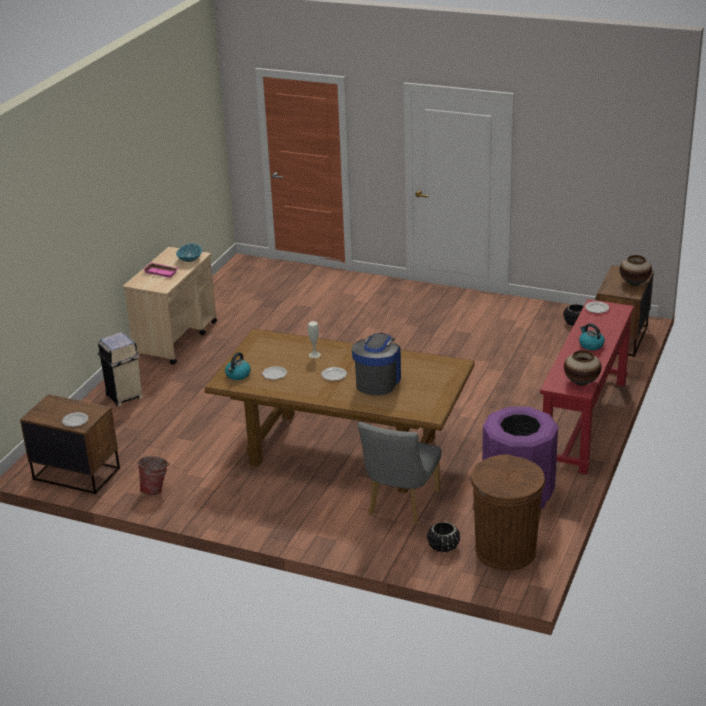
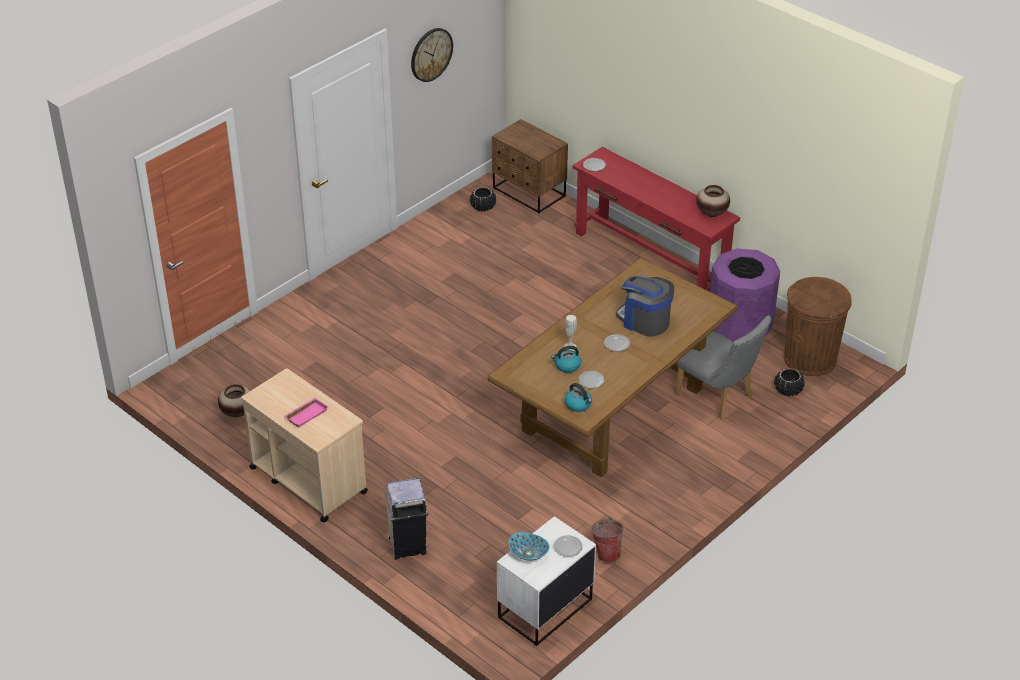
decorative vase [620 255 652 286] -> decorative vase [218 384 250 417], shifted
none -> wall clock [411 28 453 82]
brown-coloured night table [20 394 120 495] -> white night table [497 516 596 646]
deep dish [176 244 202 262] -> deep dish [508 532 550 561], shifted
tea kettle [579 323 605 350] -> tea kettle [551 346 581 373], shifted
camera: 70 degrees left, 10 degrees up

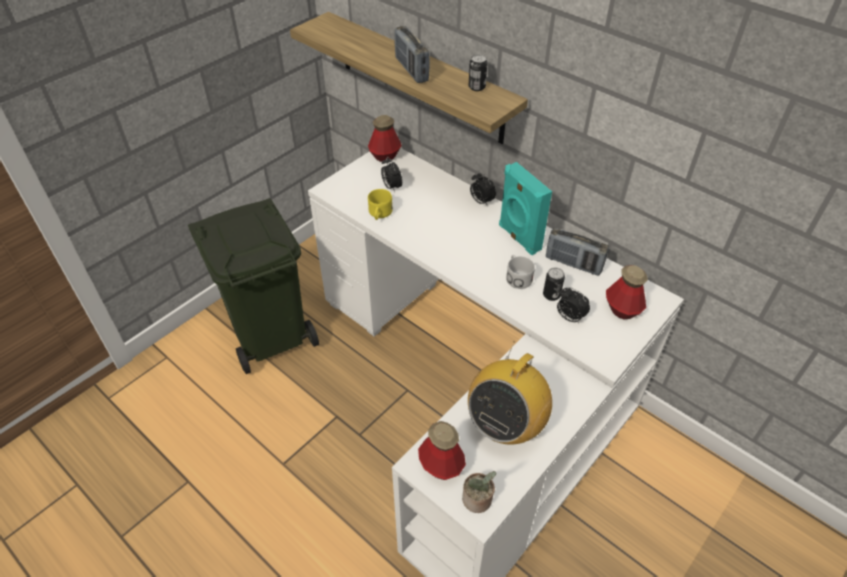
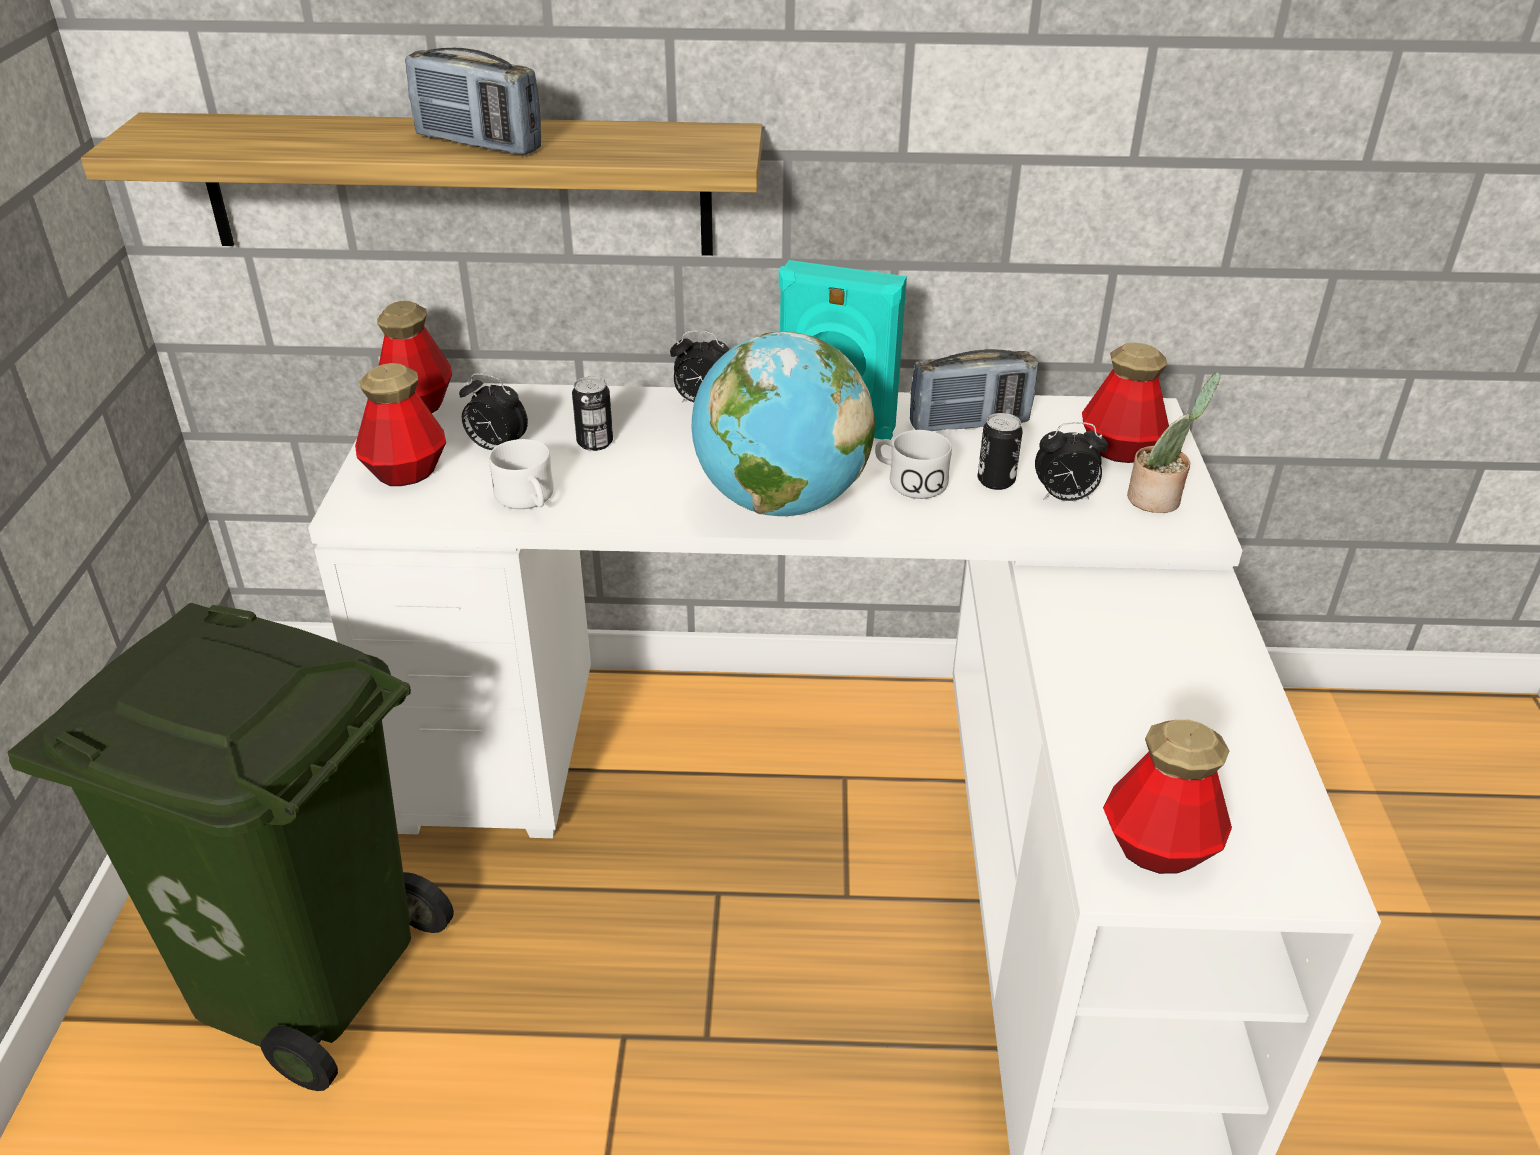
none -> bottle [355 363 446 486]
yellow-coloured mug [368 189 393 220] -> white mug [489 439 554 509]
can [469 54 488 91] -> can [572 376 613 451], shifted
none -> desk globe [692 331 875 516]
potted plant [462 471 496 513] -> potted plant [1127 372 1220 513], shifted
radio receiver [468 341 552 445] -> none
camera: 40 degrees left, 10 degrees down

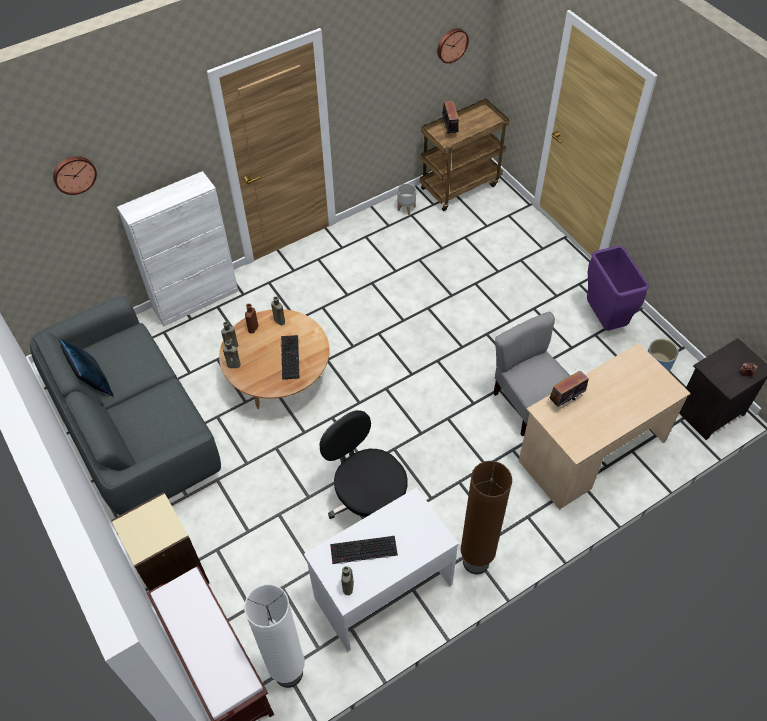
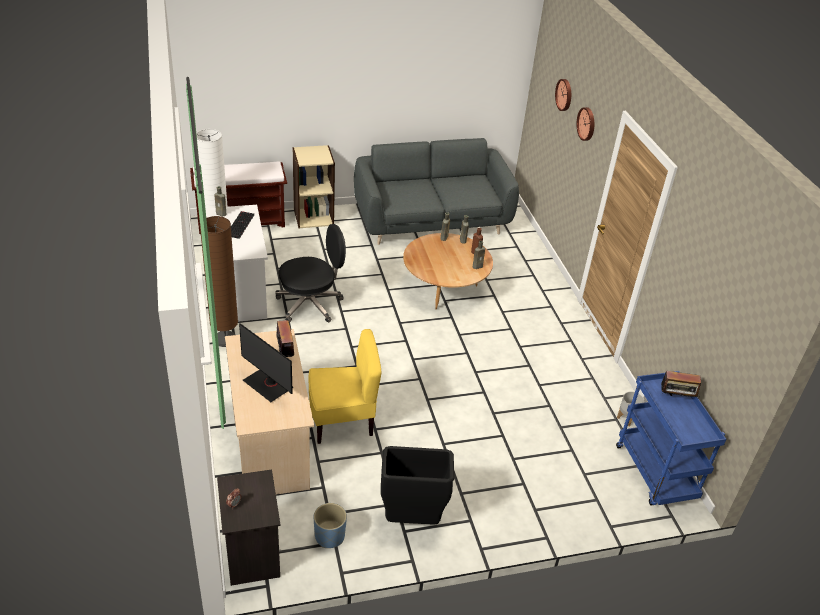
none -> computer screen [239 323 294 402]
gray upright chair [493 312 571 437] -> yellow-coloured upright chair [308 329 382 444]
purple-coloured rubbish bin [587 245 649 331] -> blackish rubbish bin [381 446 454 525]
wall clock [437 28 469 64] -> wall clock [577 107 594 141], shifted
brown-coloured wheeled cart [420 99 510 211] -> blue-coloured wheeled cart [616 371 726 506]
blue-coloured throw pillow [59 339 113 396] -> none
white cabinet [117 171 238 326] -> none
computer keyboard [281 335 300 380] -> none
camera: 105 degrees right, 15 degrees down

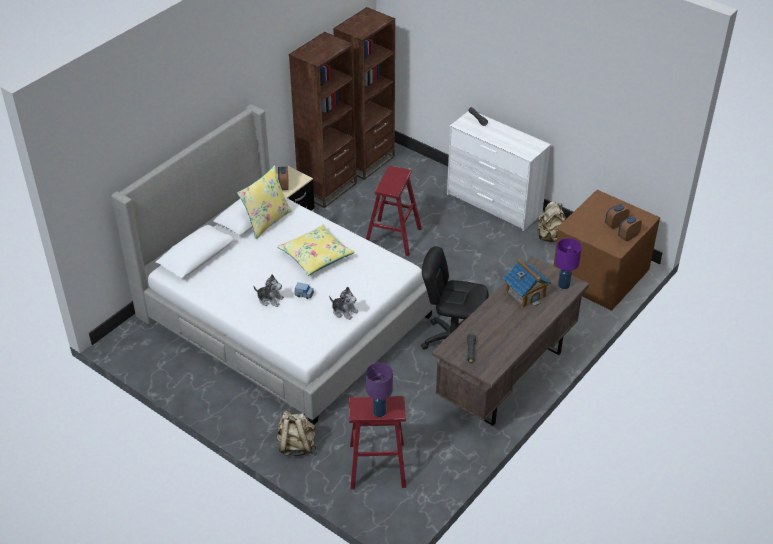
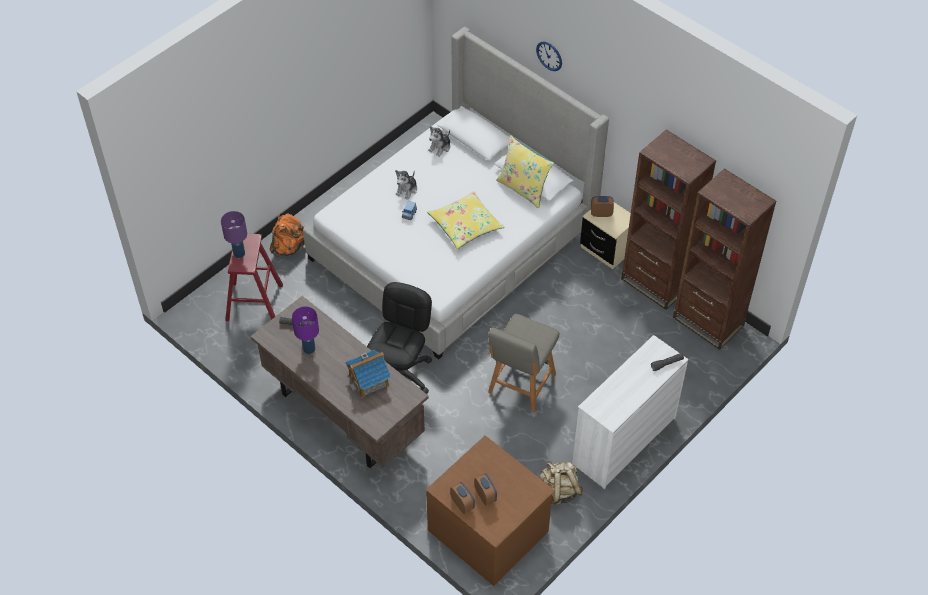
beige knapsack [277 411 316 456] -> orange-coloured knapsack [270 214 305 257]
purple-coloured lamp for a table [555 238 582 289] -> purple-coloured lamp for a table [292 307 319 354], shifted
cuddly toy [329 287 358 320] -> cuddly toy [428 126 450 157], shifted
none -> gray upright chair [488 314 559 412]
none -> wall clock [536 42 562 71]
red stool seat [366 166 422 256] -> none
camera: 95 degrees right, 10 degrees up

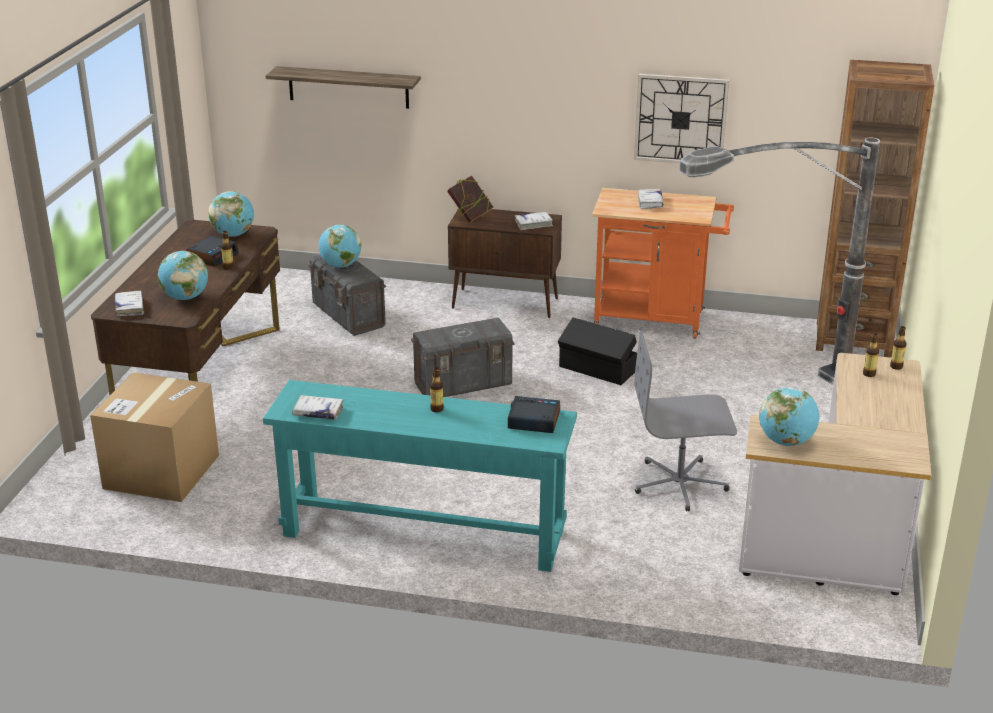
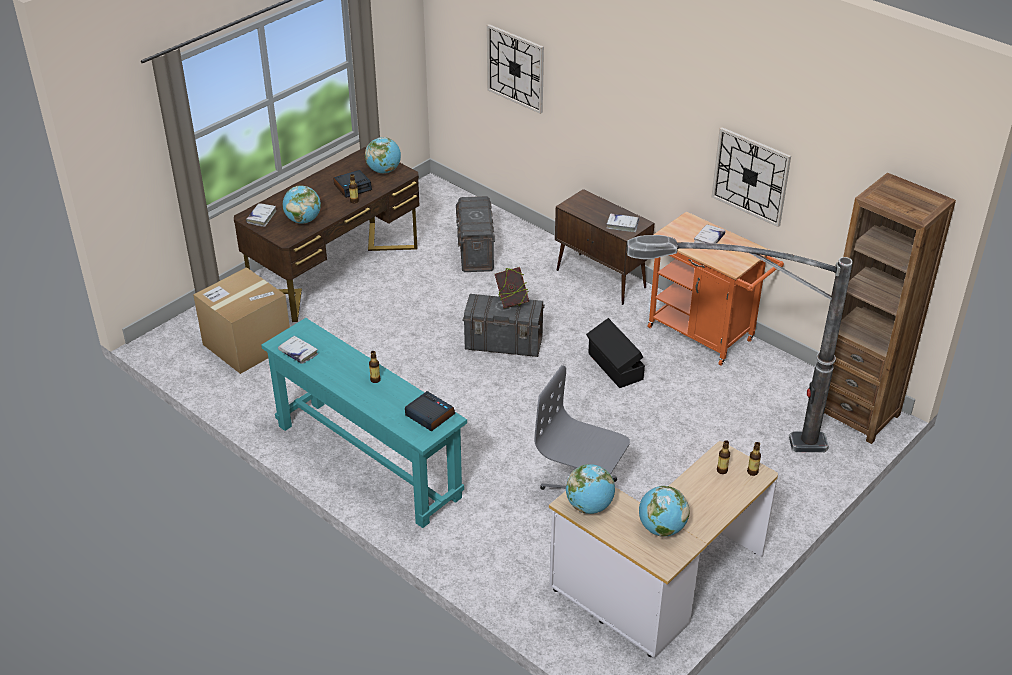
wall shelf [266 66 421 109] -> wall clock [487 24 544 114]
book [447 176 494 223] -> book [495 267 529 309], shifted
desk globe [318 225 361 267] -> desk globe [639 486 689 537], shifted
camera: 30 degrees right, 10 degrees up

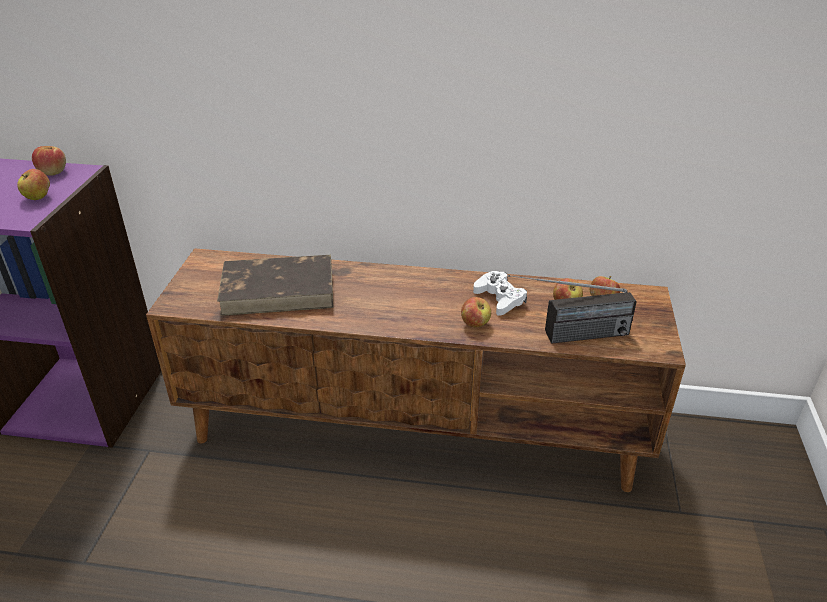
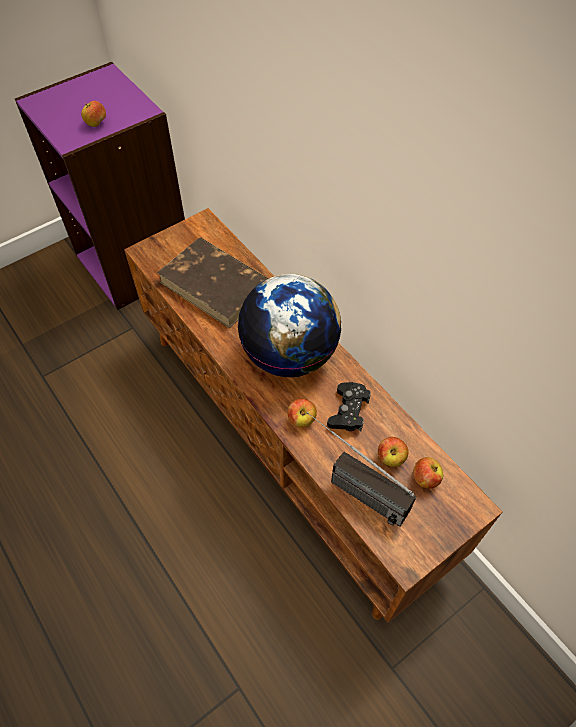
none -> desk globe [238 274 342 377]
white joypad [473 271 527 316] -> blackish joypad [327 382 371 431]
whole apple [32 146 66 176] -> none
camera: 45 degrees right, 20 degrees up

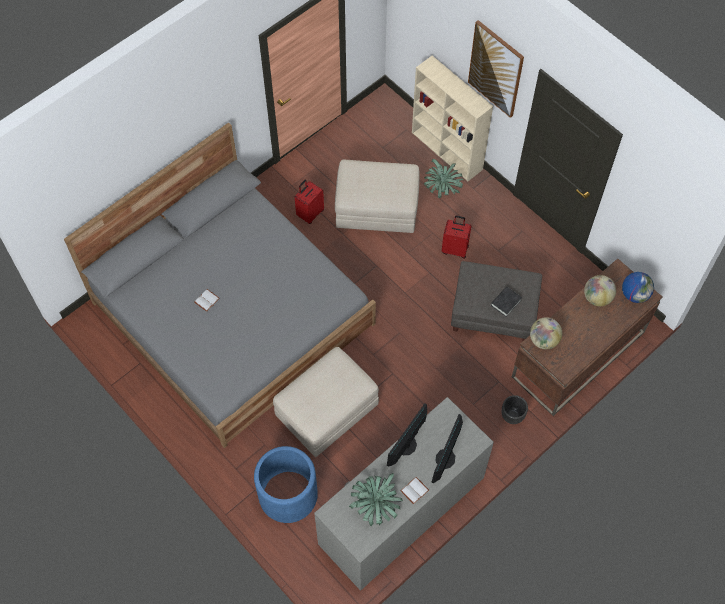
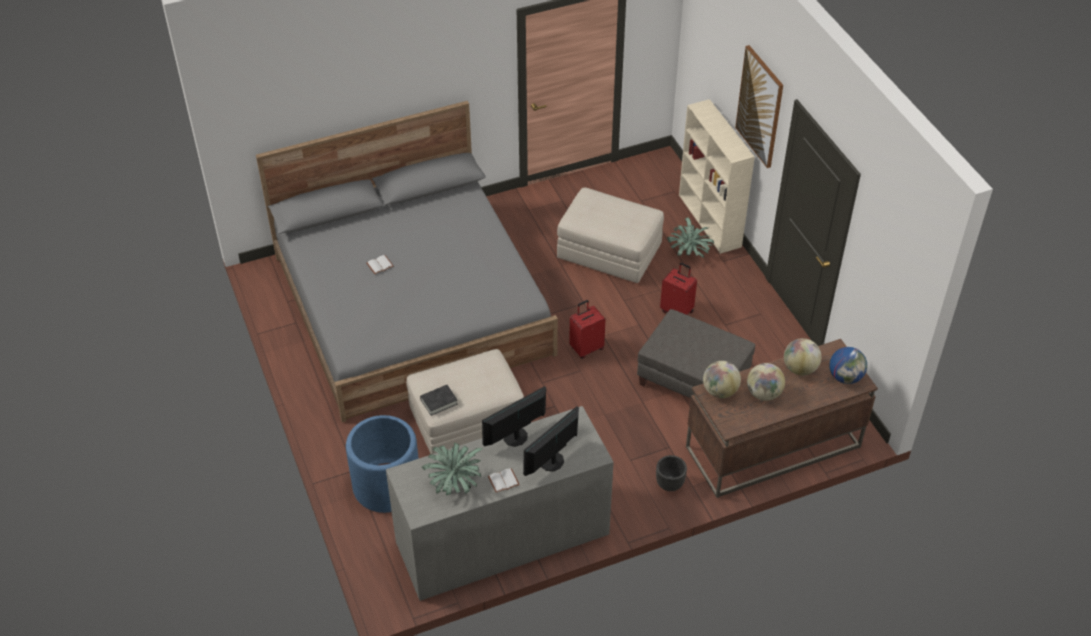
blackish book [491 287 522 317] -> blackish book [420 385 458 416], shifted
red travel case [295 180 324 224] -> red travel case [569 300 605 359], shifted
none -> desk globe [747 363 785 401]
camera: 20 degrees right, 15 degrees down

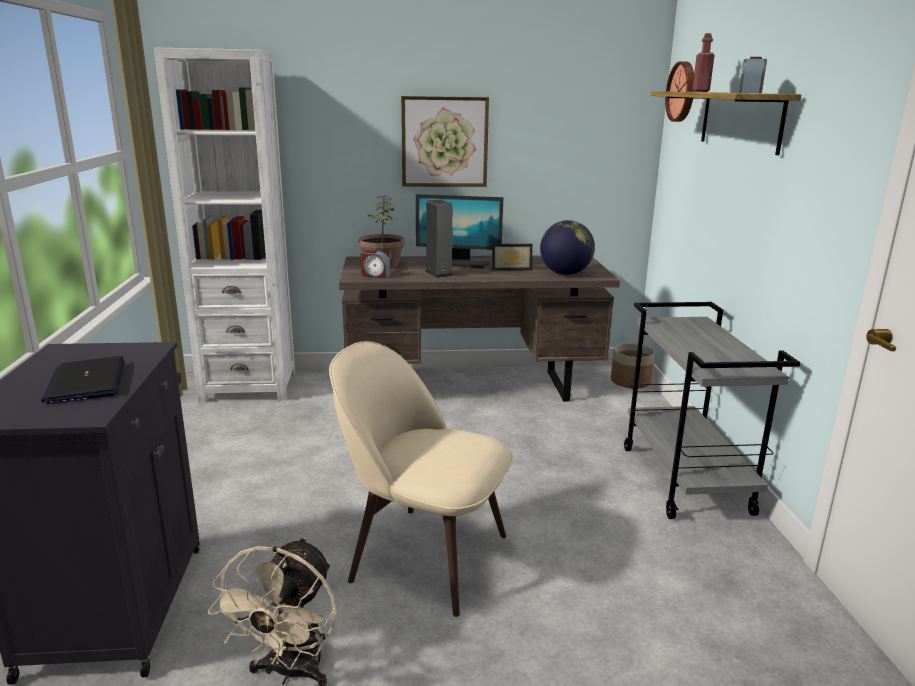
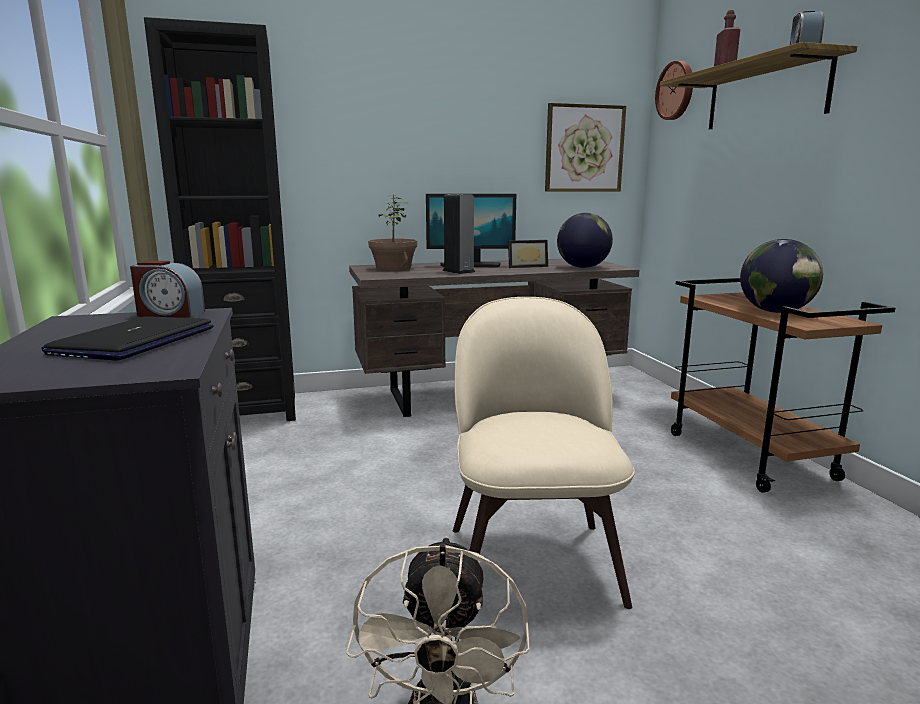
portable computer [41 356 125 404] -> portable computer [42 316 213 361], 45 degrees clockwise
alarm clock [360 250 391 278] -> alarm clock [130 261 205 318], shifted
white bookcase [154 48 295 402] -> blackish bookcase [144 17 296 421]
beige upright chair [329 341 513 617] -> beige upright chair [453 297 635 609], 75 degrees clockwise
picture [401 96 489 187] -> picture [545 103 626 192], shifted
gray wheeled cart [624 302 800 519] -> brown-coloured wheeled cart [671 278 895 493]
none -> desk globe [740 239 823 313]
planter [611 343 655 388] -> none
camera: 10 degrees left, 5 degrees down

